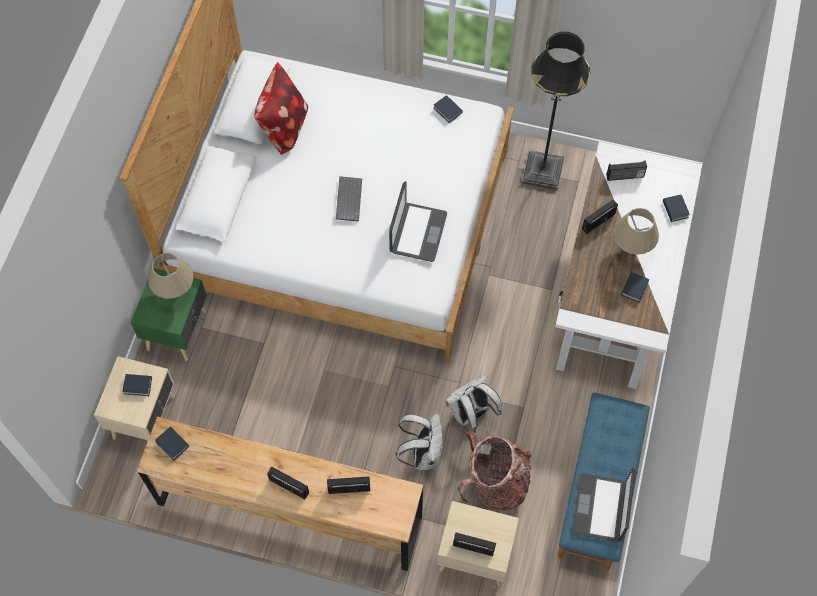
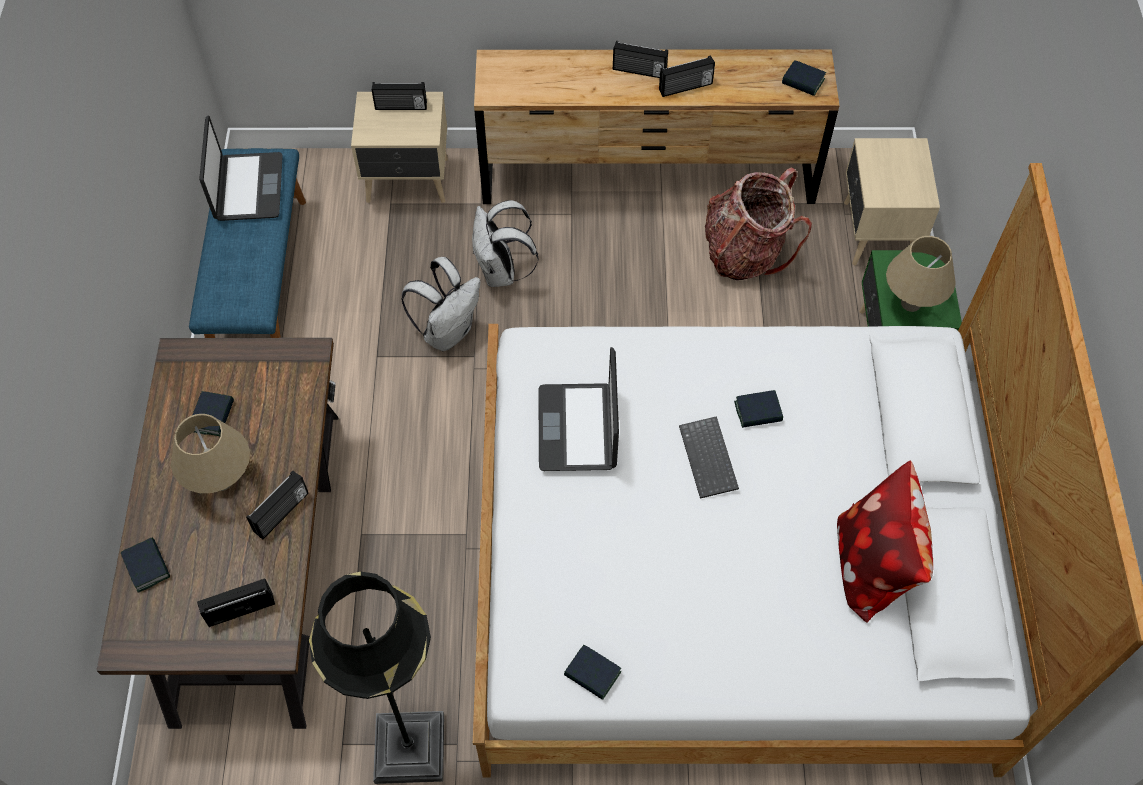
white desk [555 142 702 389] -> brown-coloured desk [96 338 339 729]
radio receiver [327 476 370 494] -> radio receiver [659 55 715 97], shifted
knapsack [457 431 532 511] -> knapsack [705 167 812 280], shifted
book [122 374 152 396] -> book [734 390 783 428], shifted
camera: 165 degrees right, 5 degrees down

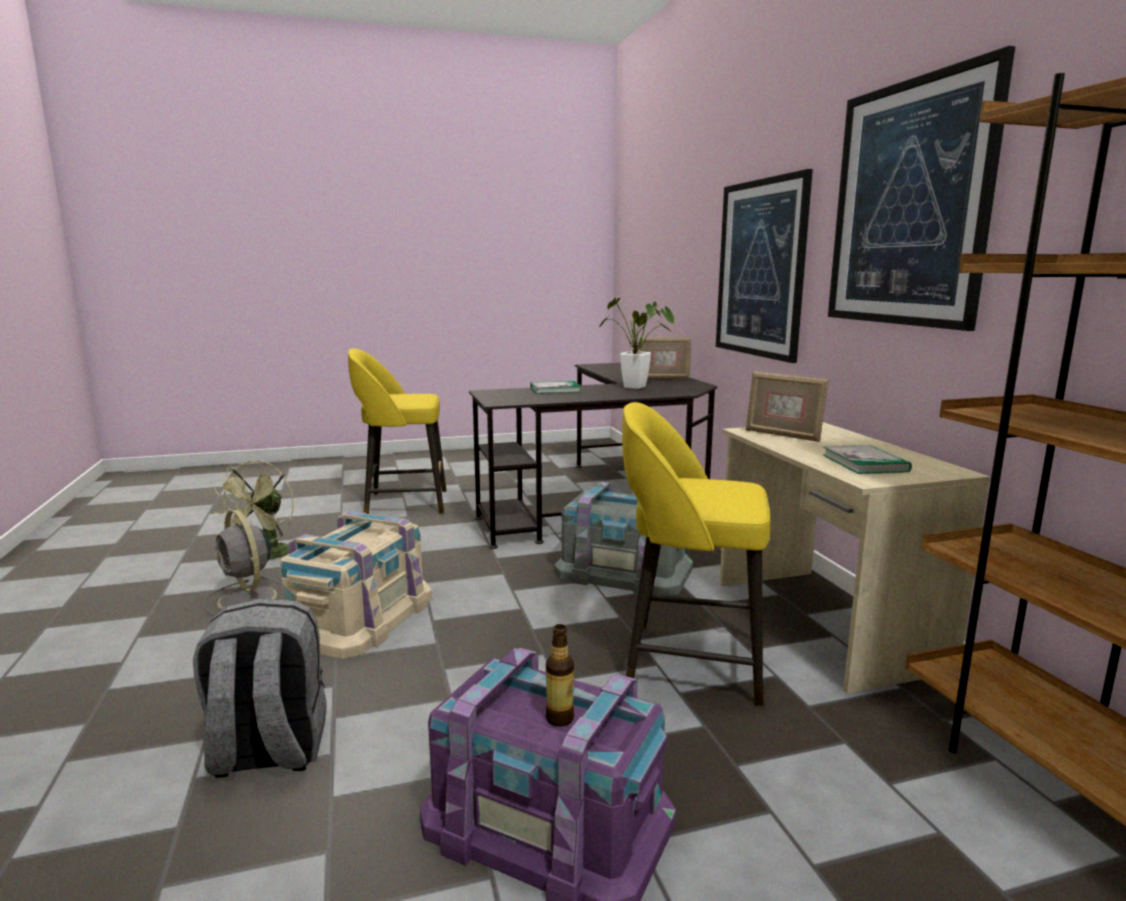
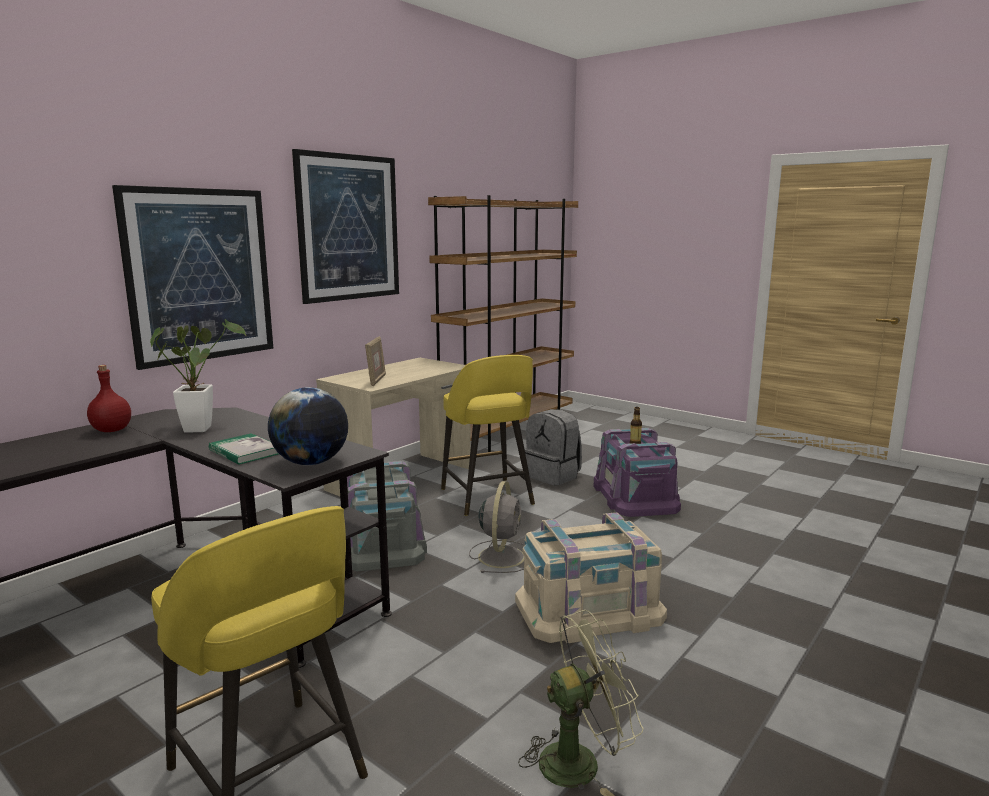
photo frame [640 337 691 379] -> red bottle [87 365 131 432]
none -> desk globe [268 387 348 465]
gray cooling fan [204 510 282 616] -> gray cooling fan [469 481 524 573], shifted
gray knapsack [193 598 327 777] -> gray knapsack [524 409 582 486], shifted
book [823 445 912 474] -> none
camera: 125 degrees left, 0 degrees up

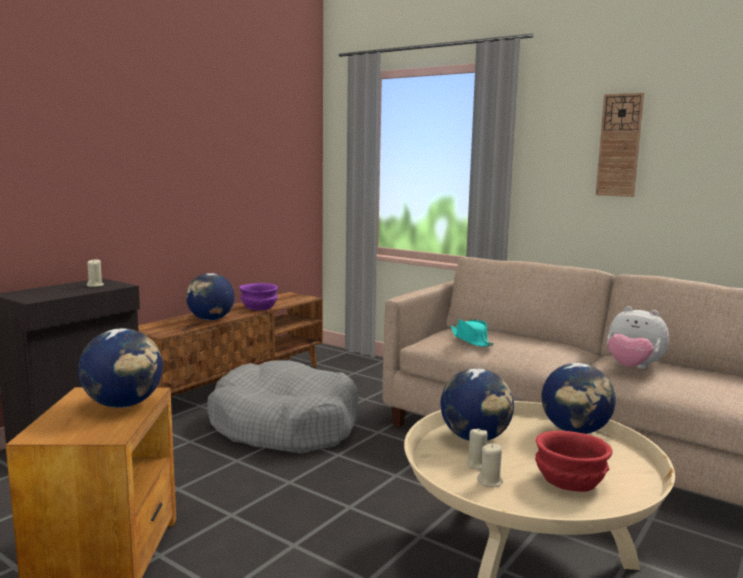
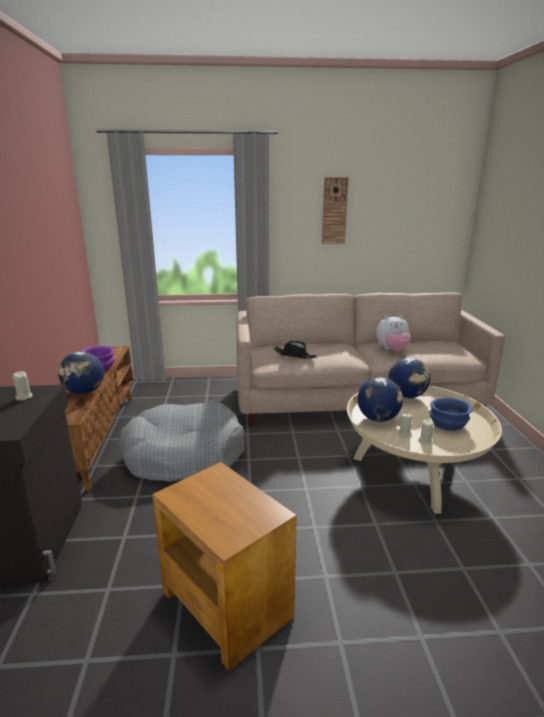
turquoise wearable hat [451 319 494 347] -> blackish wearable hat [274 341 317 359]
red deep dish [535 431 613 492] -> blue-coloured deep dish [429 398 473 431]
desk globe [78 328 163 408] -> none
camera: 40 degrees left, 10 degrees up

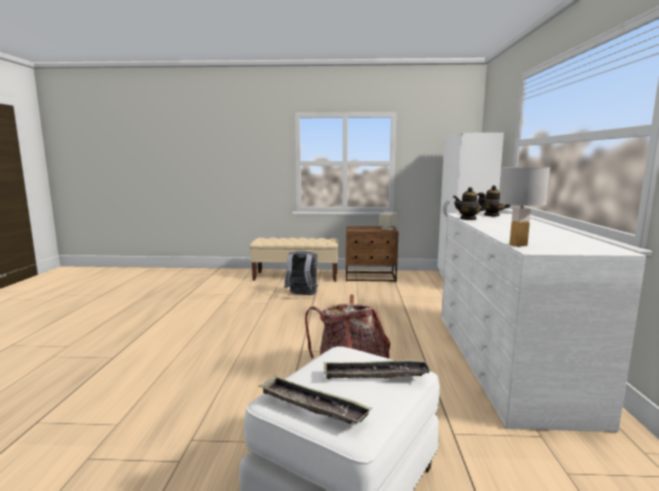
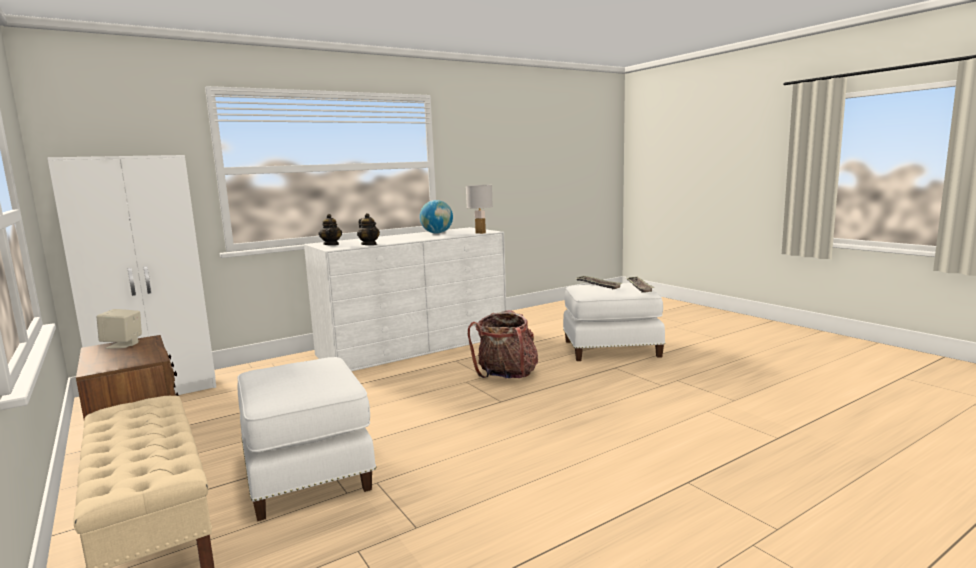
gray knapsack [284 250 318 295] -> white pouffe [237 357 376 521]
none -> desk globe [420 200 453 234]
camera: 125 degrees left, 0 degrees up

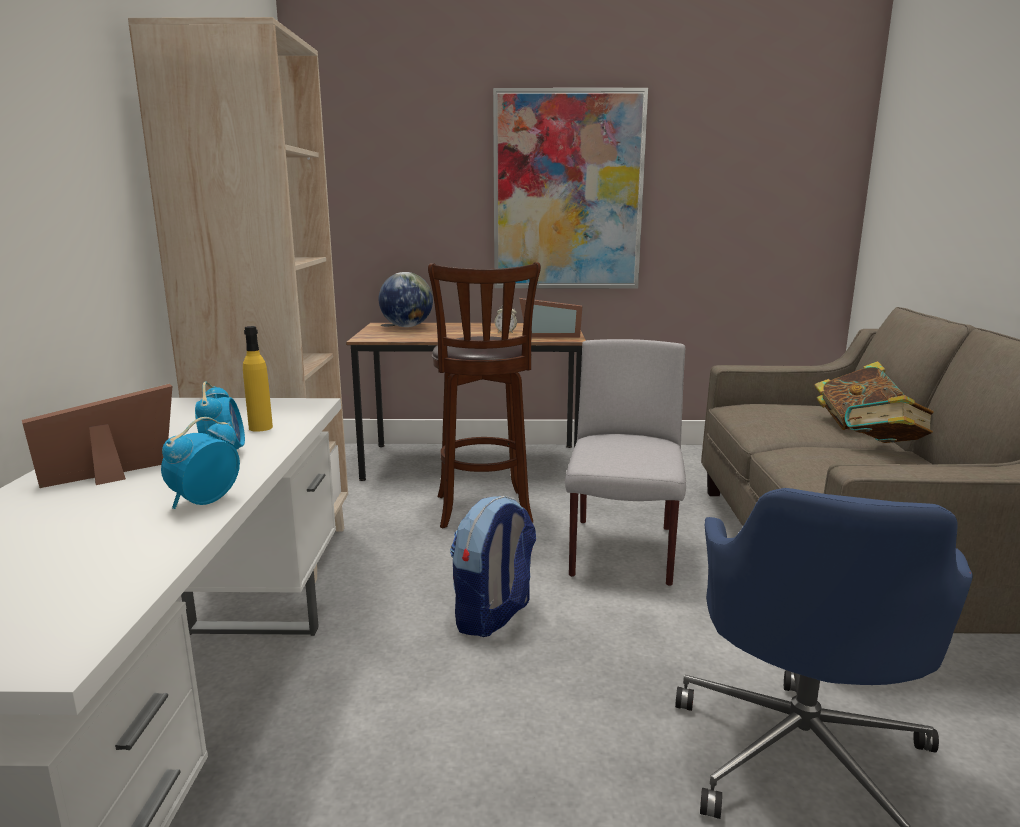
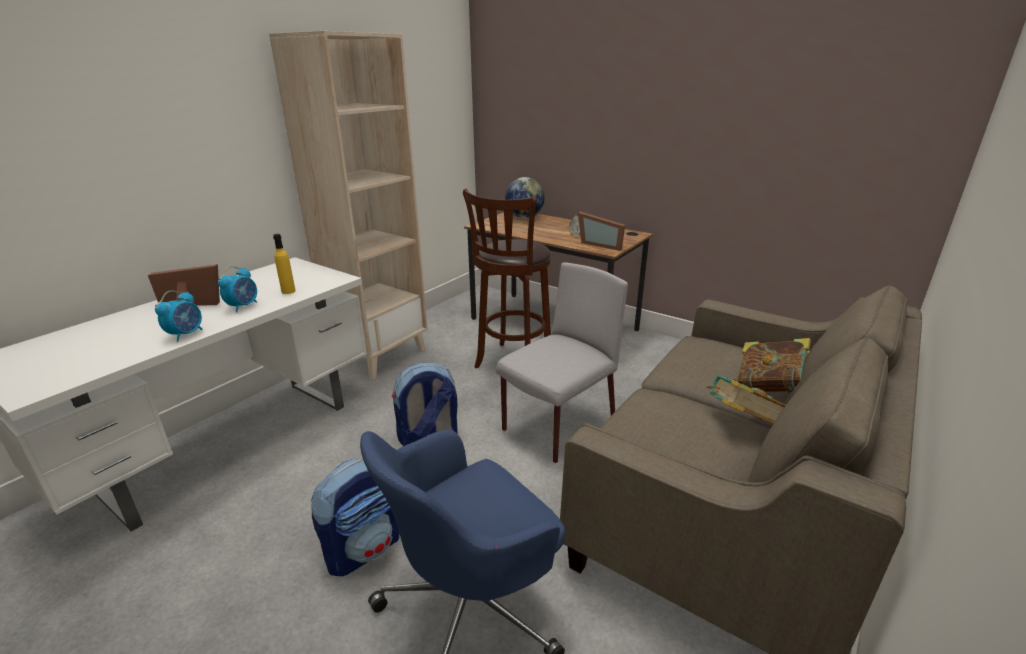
alarm clock [161 417 240 509] -> alarm clock [155 290 202 342], 135 degrees clockwise
none -> knapsack [311 458 399 576]
picture [493 88 648 289] -> none
camera: 35 degrees right, 10 degrees up

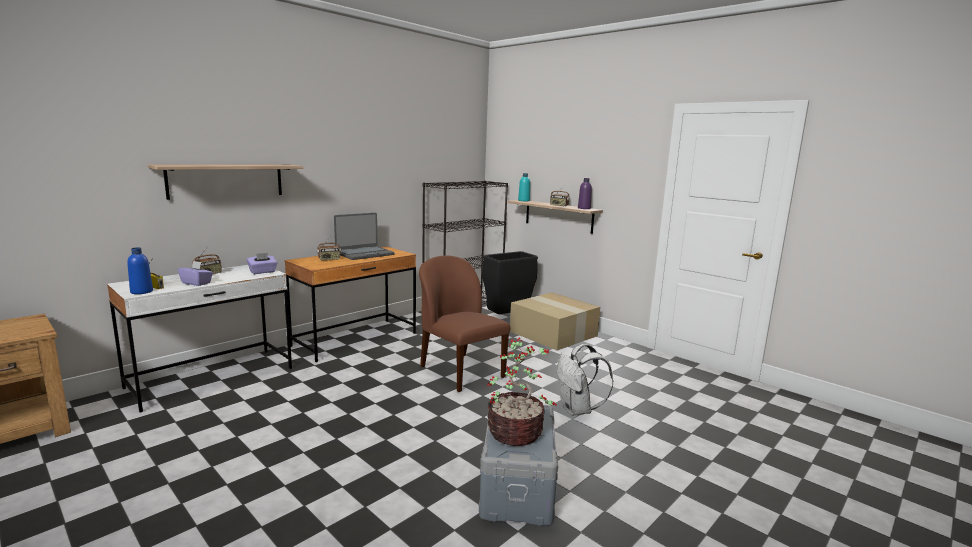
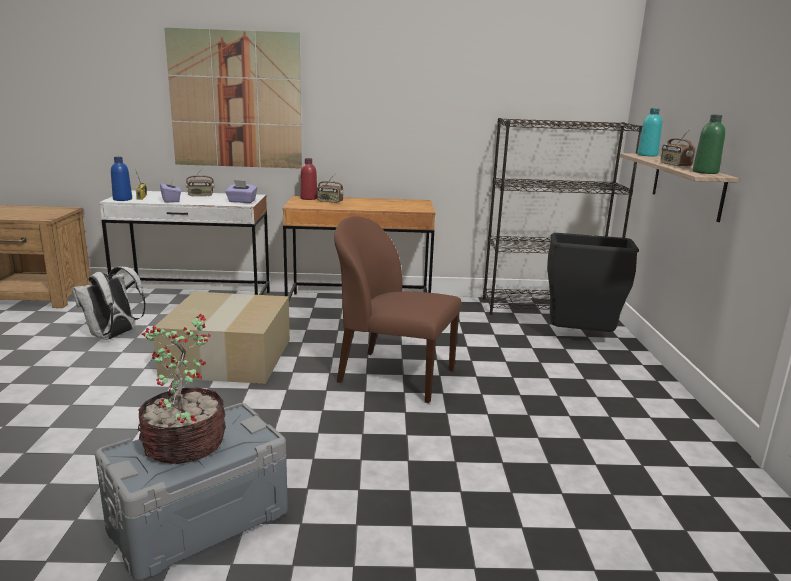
white knapsack [557 344 613 416] -> white knapsack [72 267 146 340], shifted
carton [510 292 600 350] -> carton [154 292 290 384], shifted
wall shelf [148 165 303 200] -> picture [164 28 302 168]
none -> red bottle [300 158 317 200]
brown-coloured upright chair [419 255 511 392] -> brown-coloured upright chair [334 216 462 403], 75 degrees counterclockwise
purple-coloured bottle [578 178 592 209] -> green-coloured bottle [693 115 725 174]
portable computer [334 213 395 260] -> none
camera: 45 degrees right, 5 degrees up

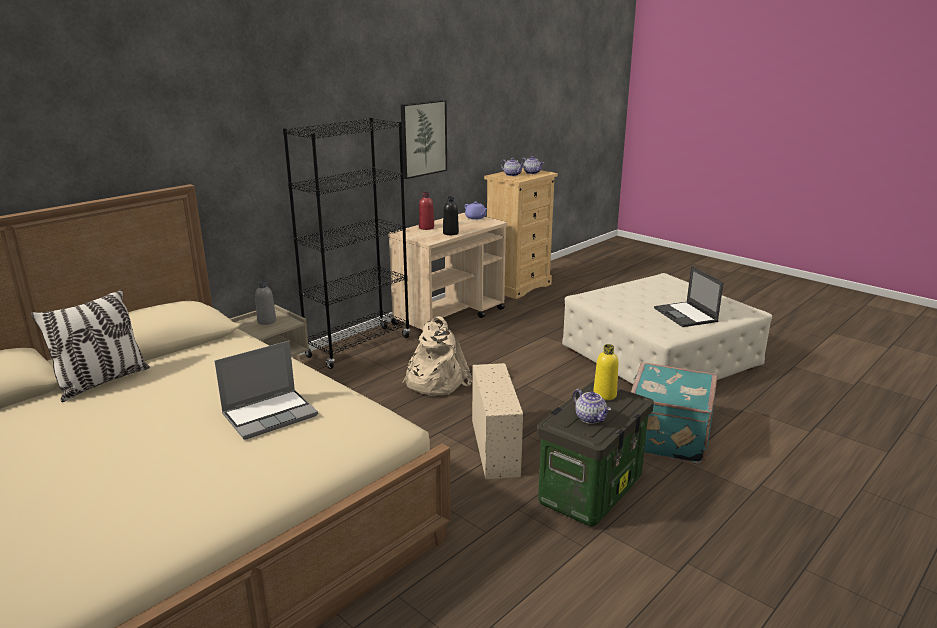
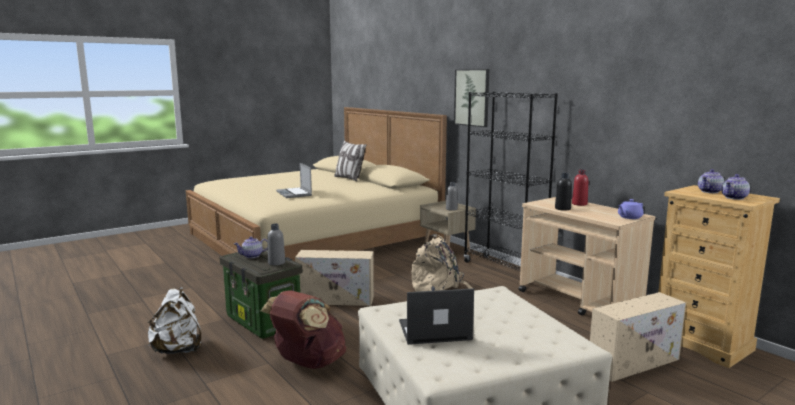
none -> white knapsack [147 287 201 354]
turquoise travel case [631 362 717 465] -> brown-coloured knapsack [261 290 346 369]
yellow-coloured bottle [593 344 619 400] -> gray bottle [267 224 285 265]
picture [401 100 447 179] -> picture [454 69 489 127], shifted
none -> beige storage bin [590 292 686 382]
camera: 100 degrees right, 10 degrees down

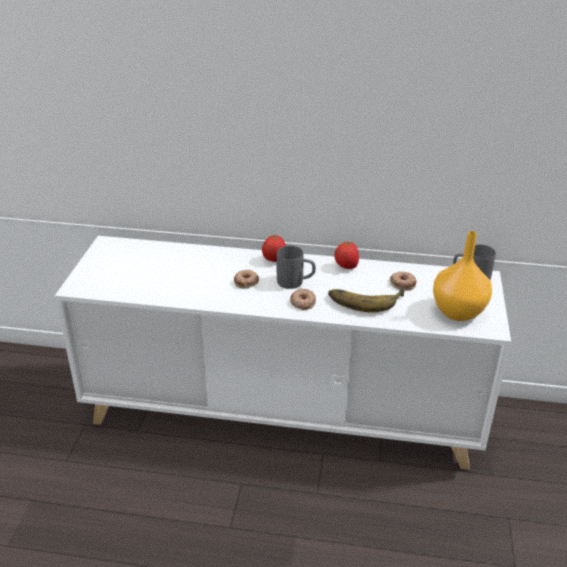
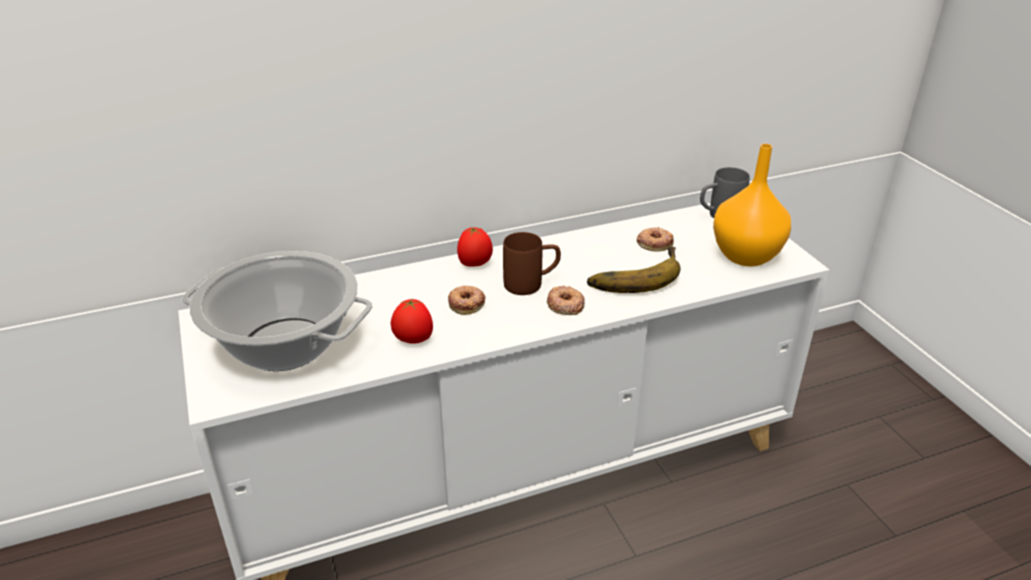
none -> stockpot [182 251 372 371]
fresh tomato [334 242 359 269] -> fresh tomato [391 299 433 344], shifted
gray mug [277 246 316 289] -> brown-coloured mug [503 232 561 295]
camera: 30 degrees left, 0 degrees up

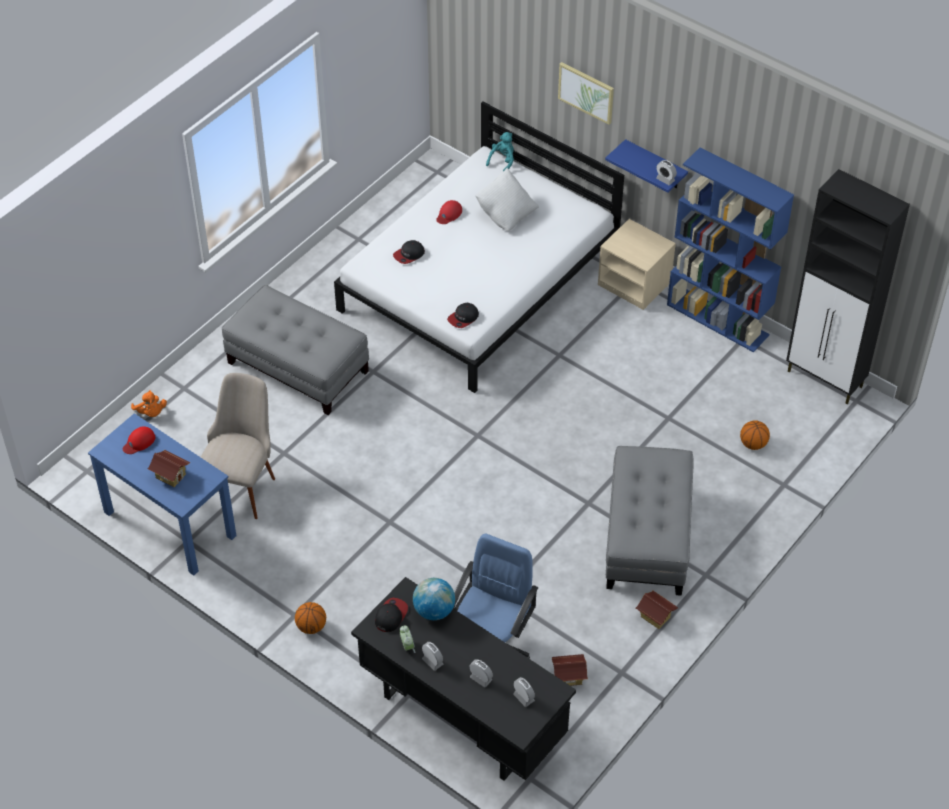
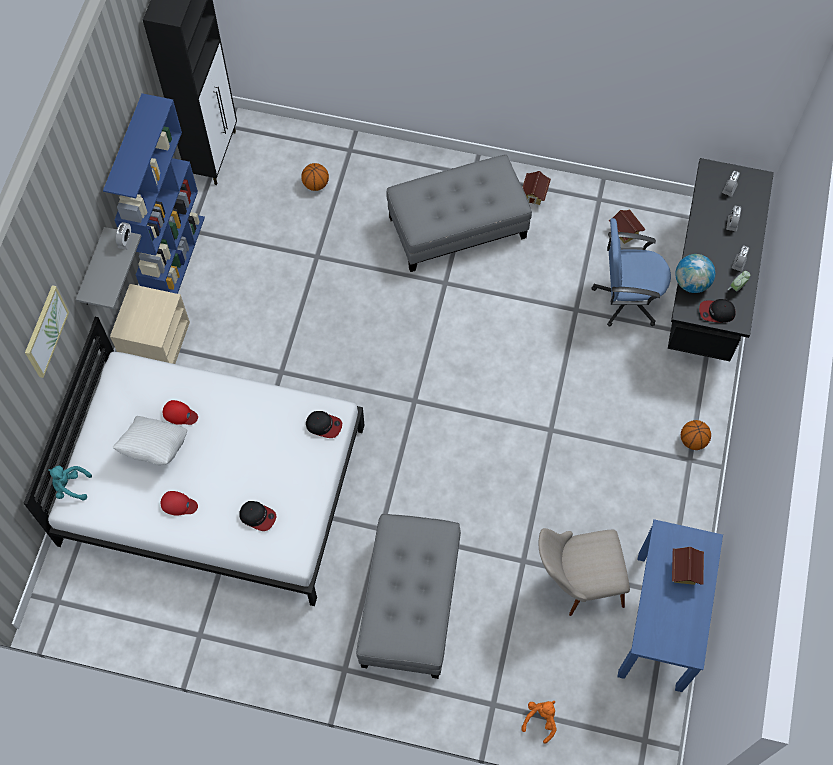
blue-coloured wall shelf [605 139 688 192] -> gray wall shelf [76 227 141 309]
red peaked cap [123 426 155 454] -> red peaked cap [163 400 198 425], shifted
camera: 115 degrees left, 15 degrees up

